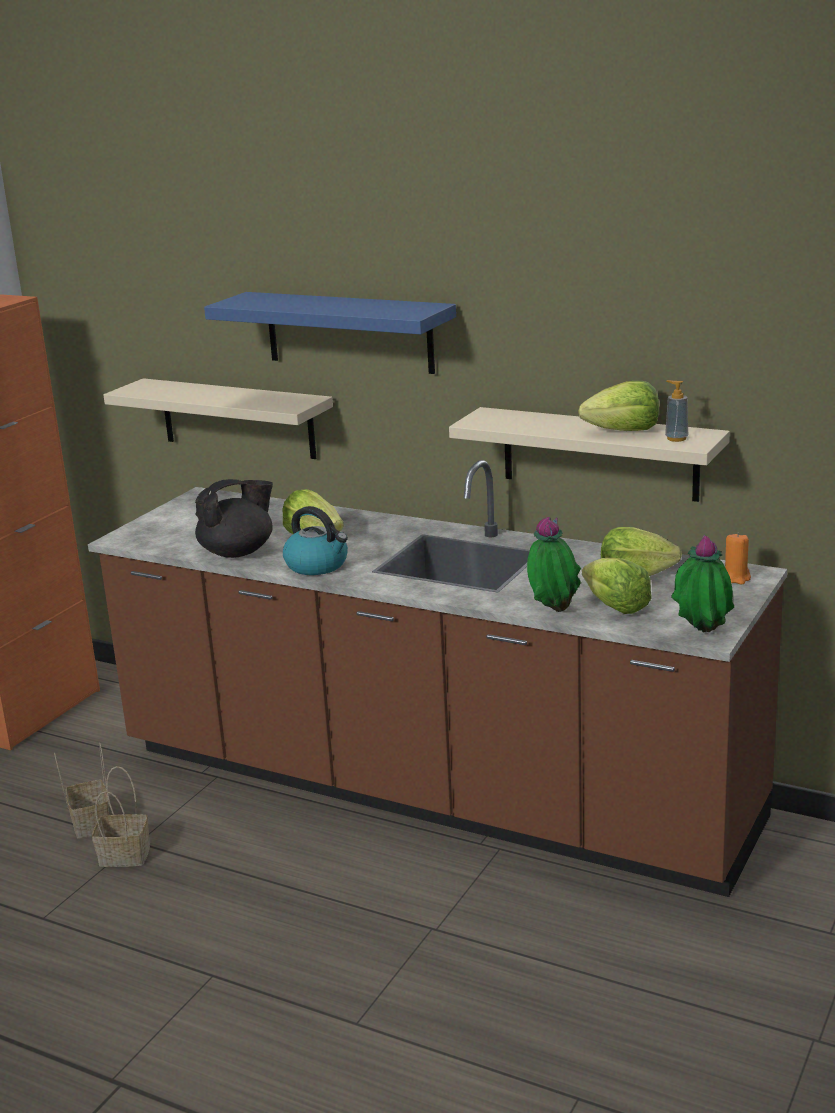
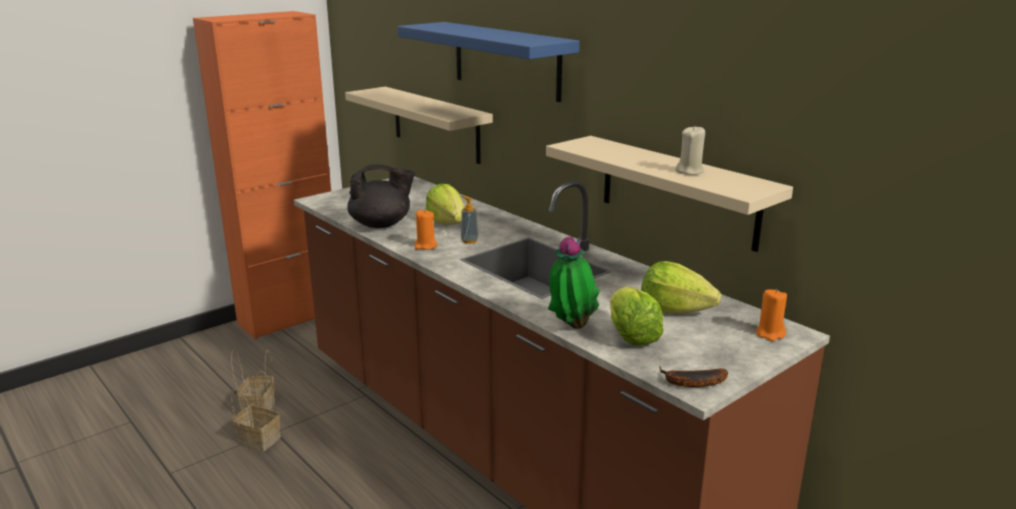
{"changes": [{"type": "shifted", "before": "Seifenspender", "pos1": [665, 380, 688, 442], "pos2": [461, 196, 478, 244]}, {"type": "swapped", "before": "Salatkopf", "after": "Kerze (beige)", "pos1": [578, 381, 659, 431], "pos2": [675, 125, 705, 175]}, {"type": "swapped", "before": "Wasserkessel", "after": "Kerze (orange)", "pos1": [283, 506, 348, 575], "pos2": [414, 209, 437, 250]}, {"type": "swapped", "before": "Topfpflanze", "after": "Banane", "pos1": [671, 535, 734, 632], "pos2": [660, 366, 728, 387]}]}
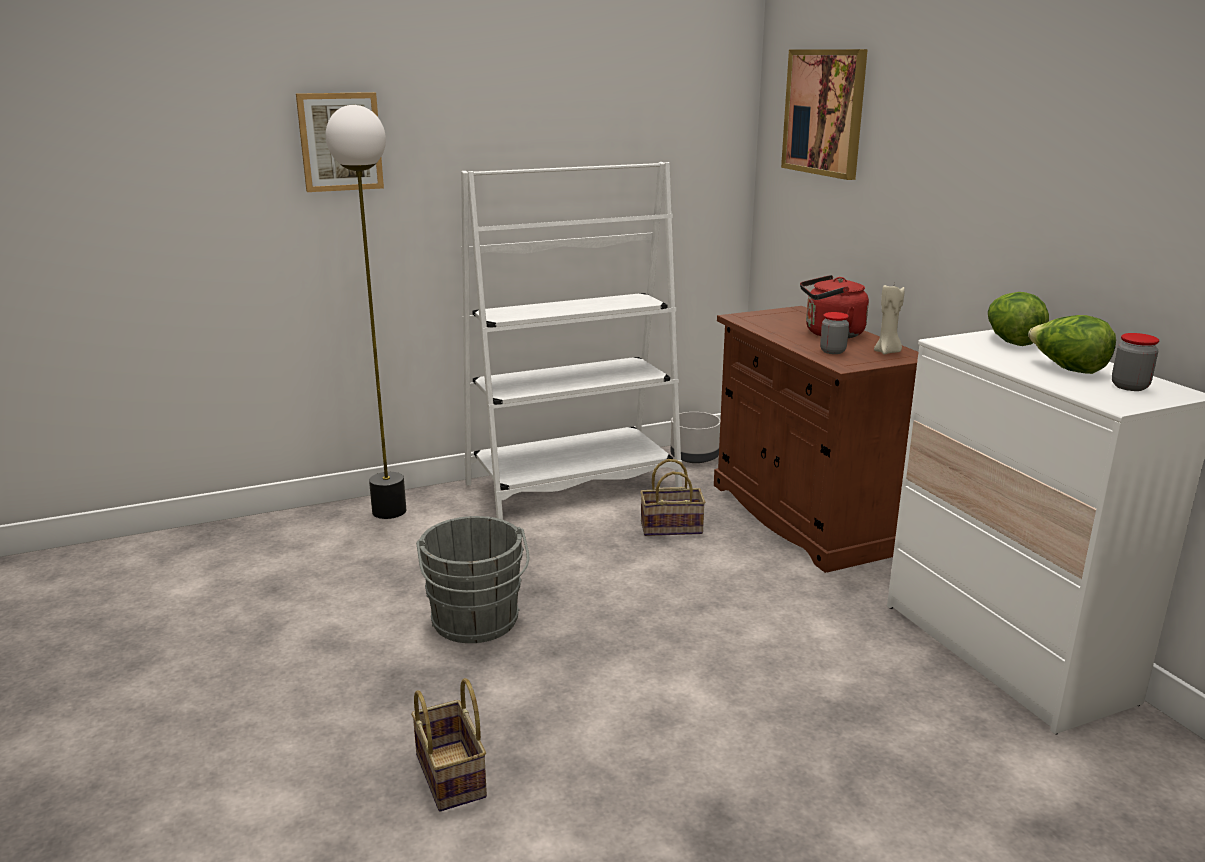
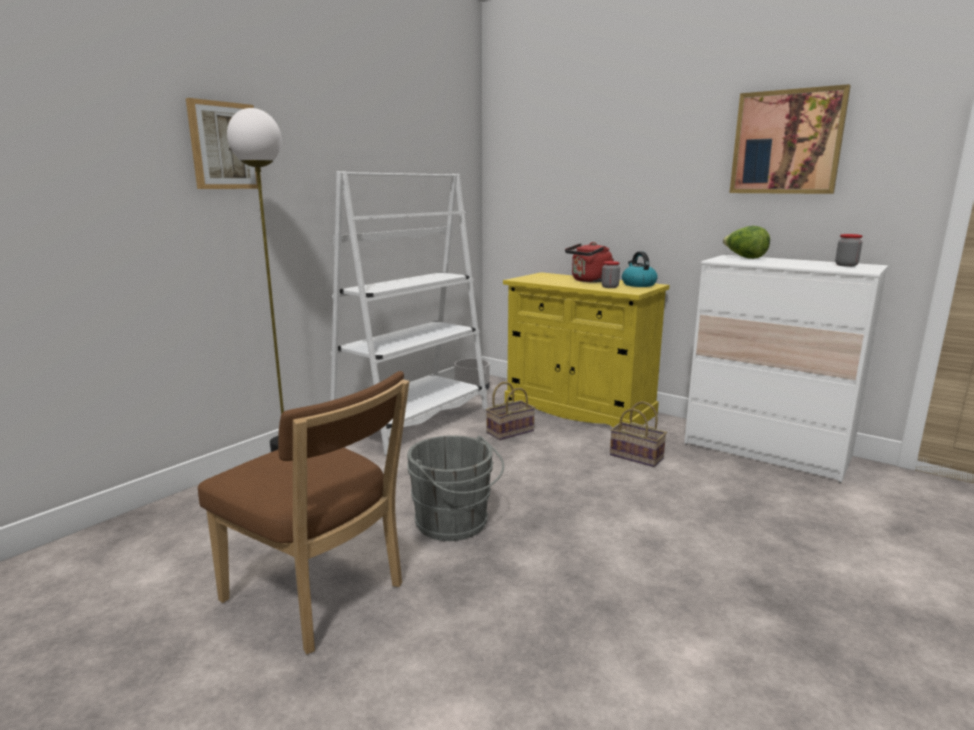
{"changes": [{"type": "shifted", "before": "Bild", "pos1": [781, 49, 868, 180], "pos2": [730, 84, 851, 194]}, {"type": "swapped", "before": "Kerze (beige)", "after": "Wasserkessel", "pos1": [874, 285, 905, 354], "pos2": [622, 251, 658, 287]}, {"type": "repainted", "before": "Schrank (braun)", "after": "Schrank (gelb)", "pos1": [714, 306, 918, 573], "pos2": [503, 272, 669, 427]}, {"type": "gone", "before": "Salatkopf", "pos1": [1028, 315, 1116, 374]}, {"type": "shifted", "before": "Korb", "pos1": [411, 678, 487, 811], "pos2": [610, 401, 667, 467]}, {"type": "new", "after": "Stuhl (braun)", "pos2": [198, 371, 409, 654]}]}
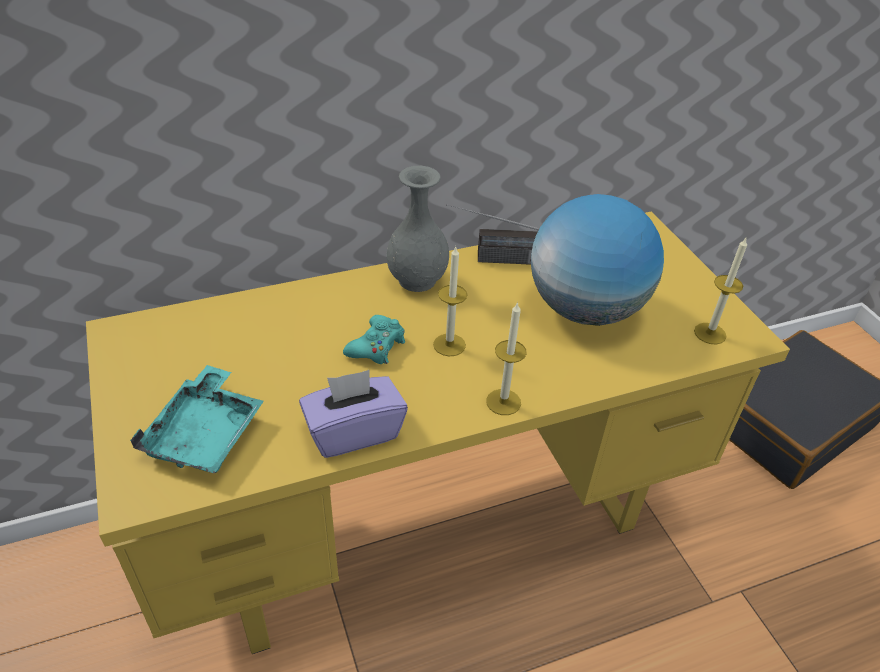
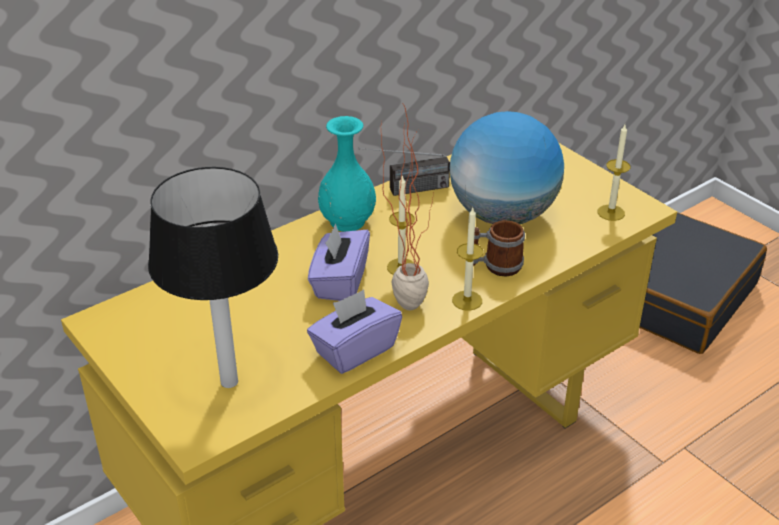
{"changes": [{"type": "repainted", "before": "Vase (grau)", "after": "Vase (türkis)", "pos1": [387, 166, 449, 292], "pos2": [318, 116, 376, 232]}, {"type": "swapped", "before": "Gamepad (türkis)", "after": "Taschentuchbox (lila)", "pos1": [343, 315, 405, 364], "pos2": [308, 223, 370, 301]}, {"type": "swapped", "before": "Tablett (türkis)", "after": "Tischlampe", "pos1": [130, 365, 264, 474], "pos2": [148, 167, 278, 388]}, {"type": "new", "after": "Topfpflanze", "pos2": [381, 103, 434, 310]}, {"type": "new", "after": "Henkelbecher", "pos2": [473, 220, 525, 277]}]}
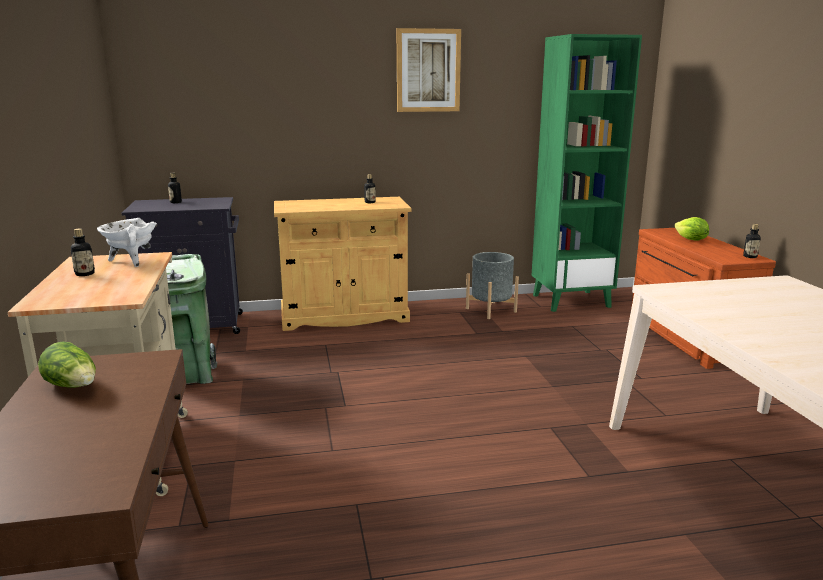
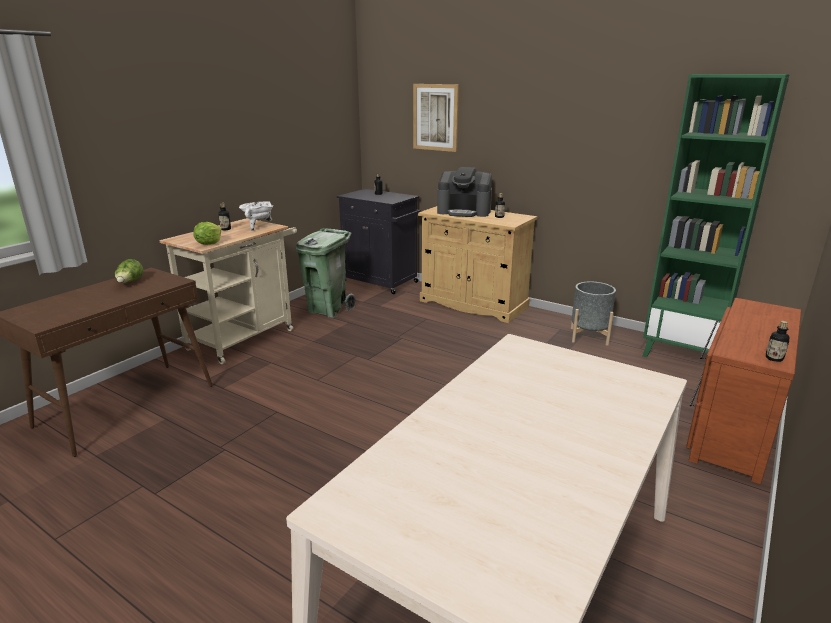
{"changes": [{"type": "shifted", "before": "Bild", "pos1": [397, 28, 461, 112], "pos2": [413, 84, 459, 152]}, {"type": "shifted", "before": "Salatkopf", "pos1": [674, 217, 709, 241], "pos2": [194, 222, 222, 245]}, {"type": "new", "after": "Kaffeemaschine", "pos2": [437, 167, 492, 217]}]}
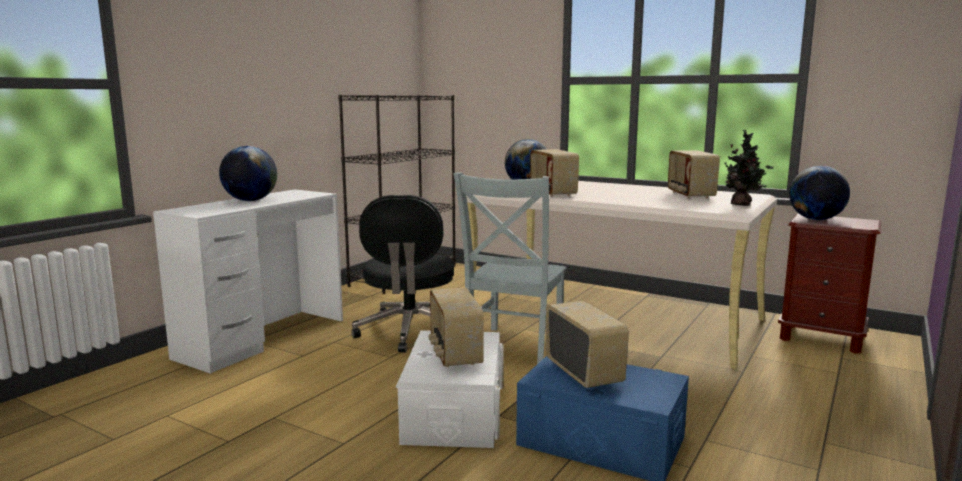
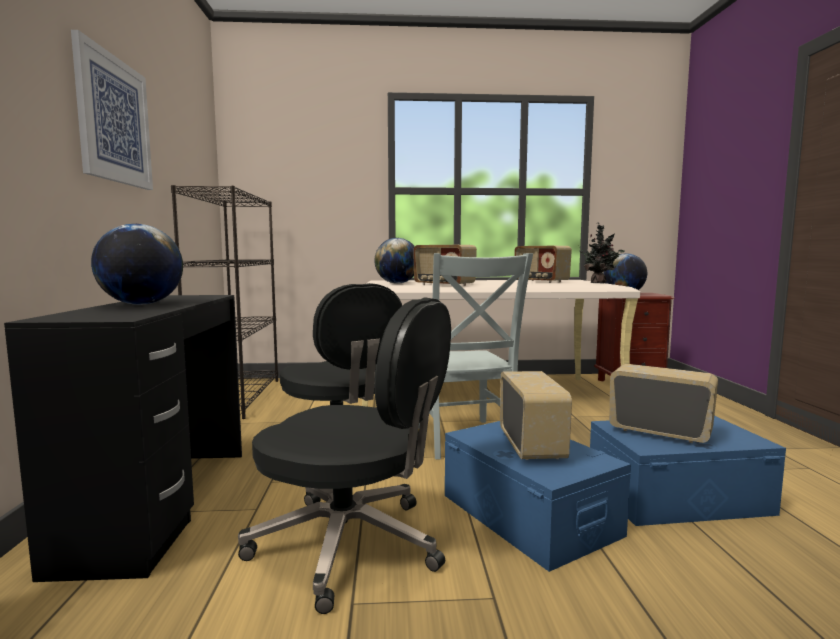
{"changes": [{"type": "repainted", "before": "Schreibtisch (weiß)", "after": "Schreibtisch (schwarz)", "pos1": [153, 189, 343, 374], "pos2": [4, 295, 242, 582]}, {"type": "rotated", "before": "Radio", "pos1": [429, 287, 484, 367], "pos2": [500, 371, 572, 460], "turn": -135}, {"type": "repainted", "before": "Aufbewahrungsbox (weiß)", "after": "Aufbewahrungsbox (blau)", "pos1": [396, 330, 504, 448], "pos2": [445, 421, 631, 572]}, {"type": "new", "after": "Bild", "pos2": [71, 30, 153, 190]}, {"type": "new", "after": "Bürostuhl (schwarz)", "pos2": [238, 297, 451, 614]}]}
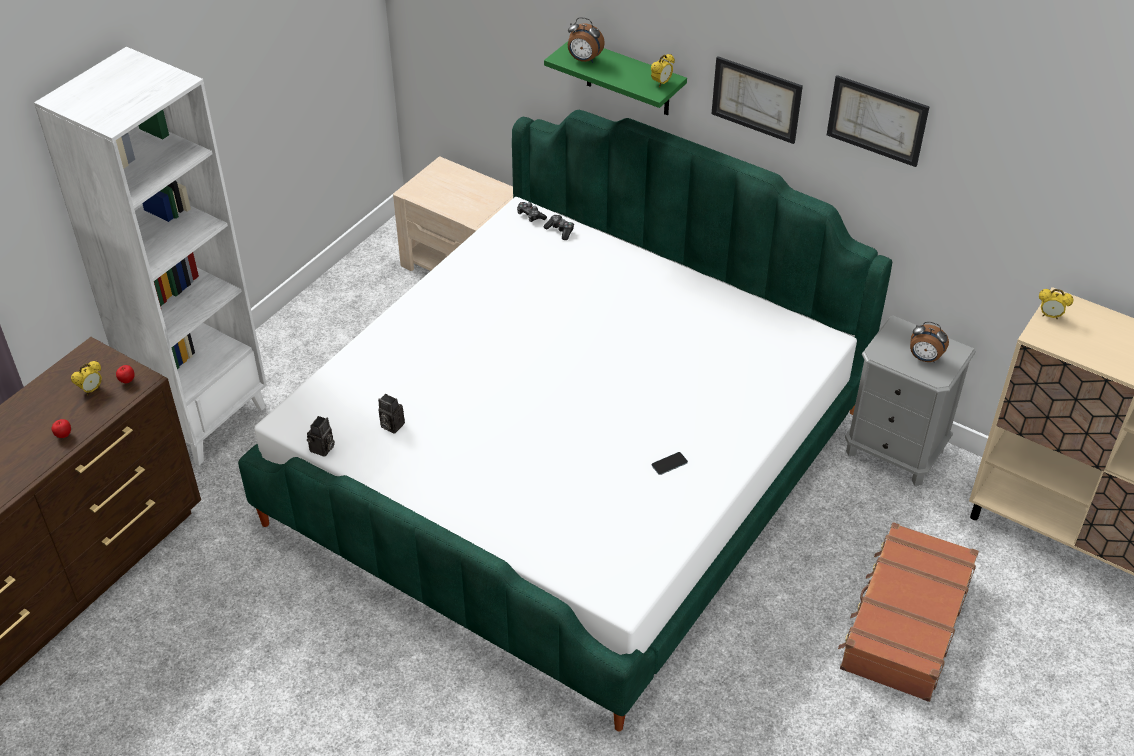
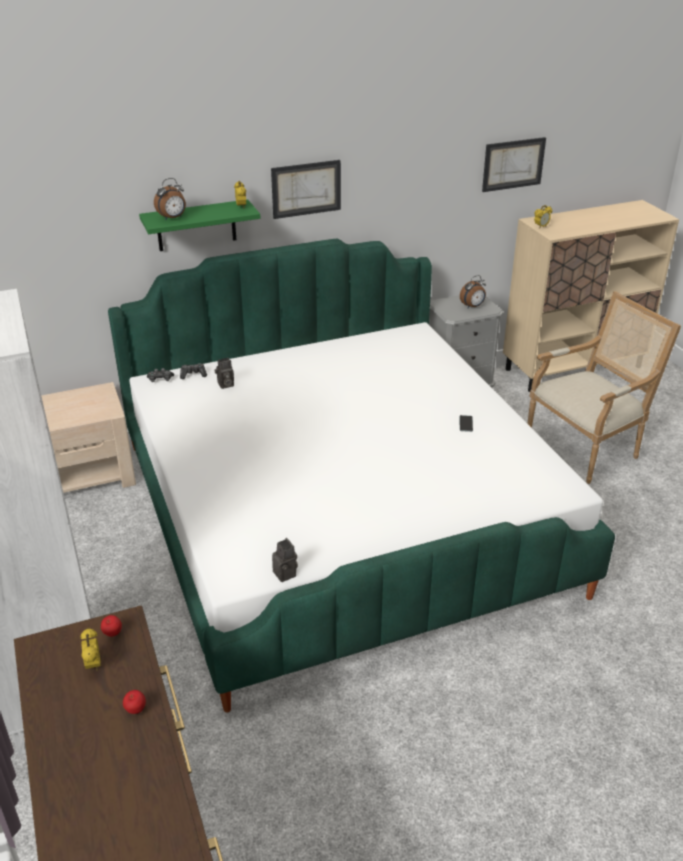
{"changes": [{"type": "shifted", "before": "Bild", "pos1": [827, 75, 930, 167], "pos2": [482, 137, 546, 192]}, {"type": "shifted", "before": "Kamera", "pos1": [378, 394, 405, 434], "pos2": [214, 358, 234, 389]}, {"type": "swapped", "before": "Koffer (braun)", "after": "Sessel", "pos1": [838, 522, 979, 702], "pos2": [527, 291, 681, 484]}]}
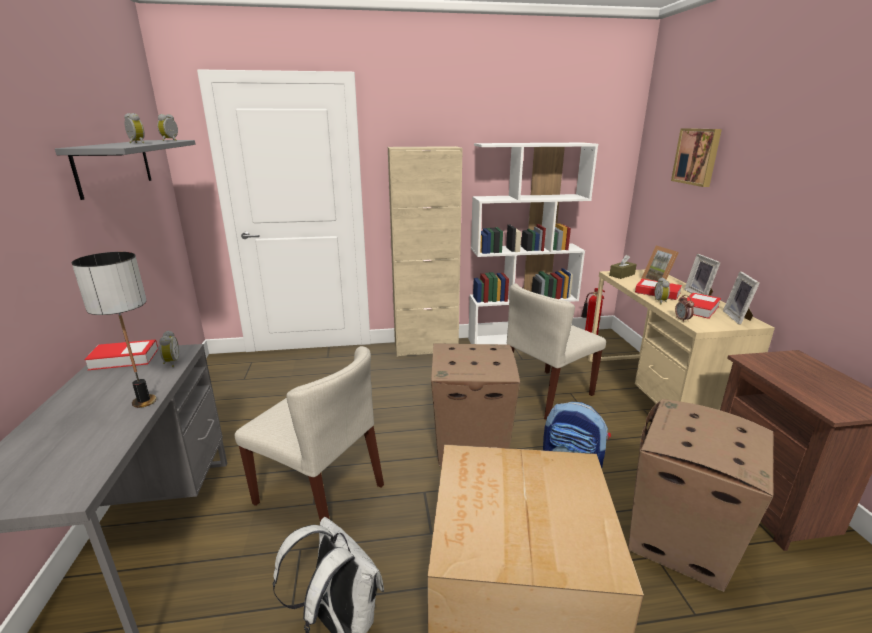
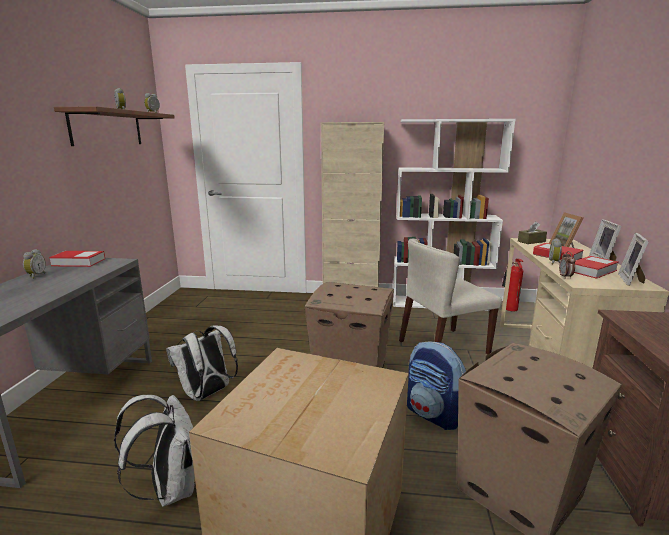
{"changes": [{"type": "gone", "before": "Bild", "pos1": [671, 128, 722, 187]}, {"type": "repainted", "before": "Wandregal (grau)", "after": "Wandregal (braun)", "pos1": [55, 140, 196, 200], "pos2": [54, 106, 175, 146]}, {"type": "gone", "before": "Tischlampe", "pos1": [72, 252, 157, 408]}, {"type": "shifted", "before": "Wecker", "pos1": [159, 330, 179, 367], "pos2": [23, 249, 46, 279]}, {"type": "swapped", "before": "Stuhl (beige)", "after": "Rucksack (weiß)", "pos1": [235, 346, 384, 521], "pos2": [166, 325, 238, 401]}]}
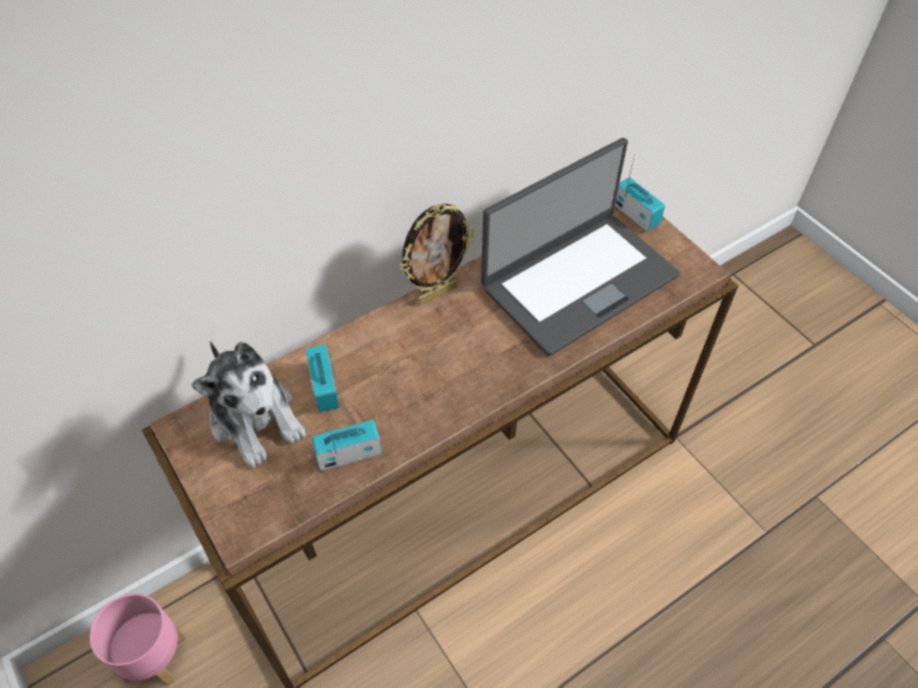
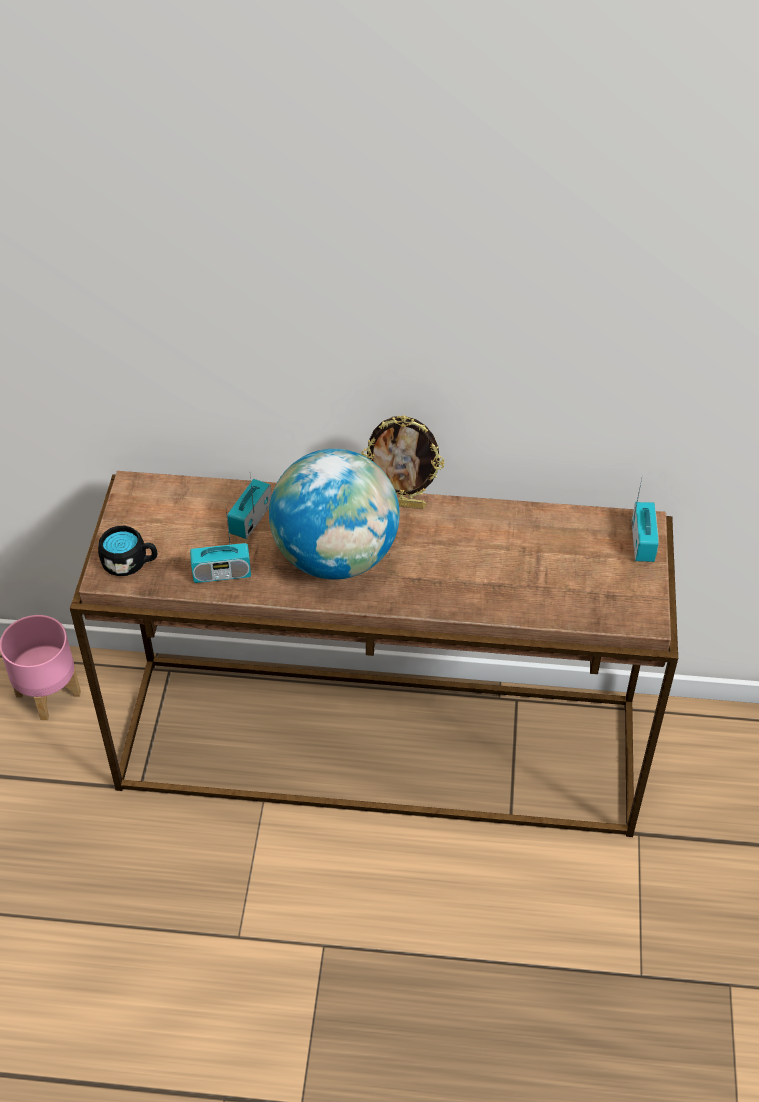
{"changes": [{"type": "gone", "before": "Laptop", "pos1": [481, 138, 680, 356]}, {"type": "gone", "before": "Plüschtier", "pos1": [191, 341, 306, 468]}, {"type": "rotated", "before": "Radio", "pos1": [311, 420, 382, 471], "pos2": [190, 505, 251, 583], "turn": 150}, {"type": "new", "after": "Globus", "pos2": [269, 449, 400, 580]}, {"type": "new", "after": "Henkelbecher (schwarz)", "pos2": [98, 526, 157, 576]}]}
